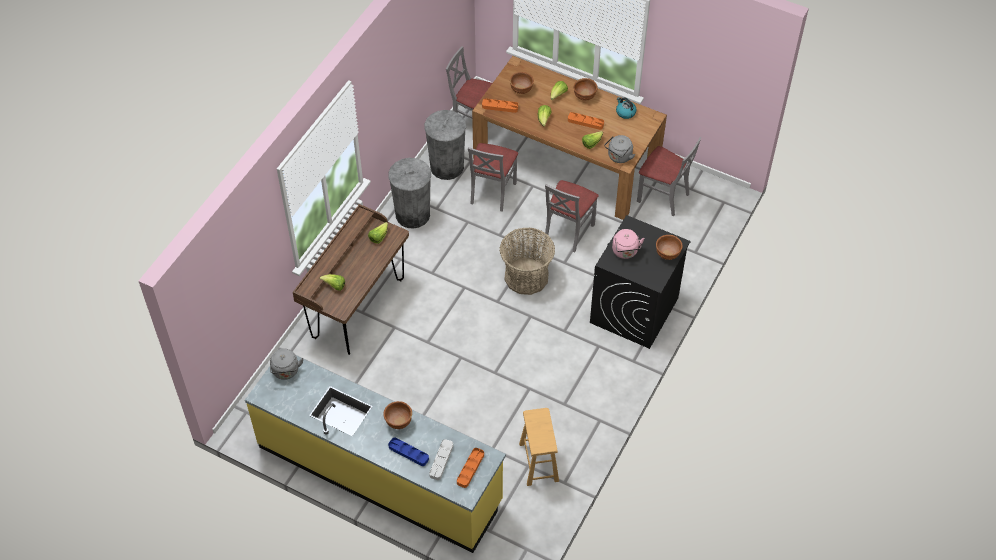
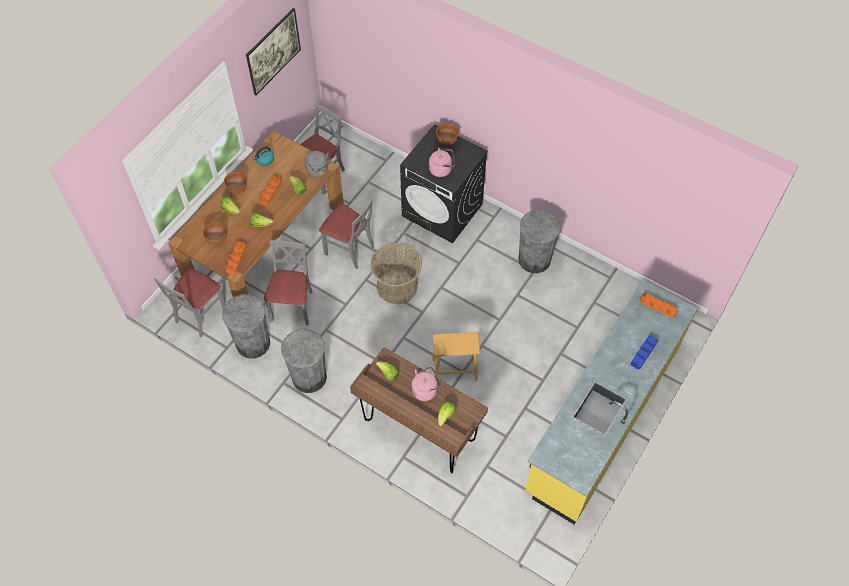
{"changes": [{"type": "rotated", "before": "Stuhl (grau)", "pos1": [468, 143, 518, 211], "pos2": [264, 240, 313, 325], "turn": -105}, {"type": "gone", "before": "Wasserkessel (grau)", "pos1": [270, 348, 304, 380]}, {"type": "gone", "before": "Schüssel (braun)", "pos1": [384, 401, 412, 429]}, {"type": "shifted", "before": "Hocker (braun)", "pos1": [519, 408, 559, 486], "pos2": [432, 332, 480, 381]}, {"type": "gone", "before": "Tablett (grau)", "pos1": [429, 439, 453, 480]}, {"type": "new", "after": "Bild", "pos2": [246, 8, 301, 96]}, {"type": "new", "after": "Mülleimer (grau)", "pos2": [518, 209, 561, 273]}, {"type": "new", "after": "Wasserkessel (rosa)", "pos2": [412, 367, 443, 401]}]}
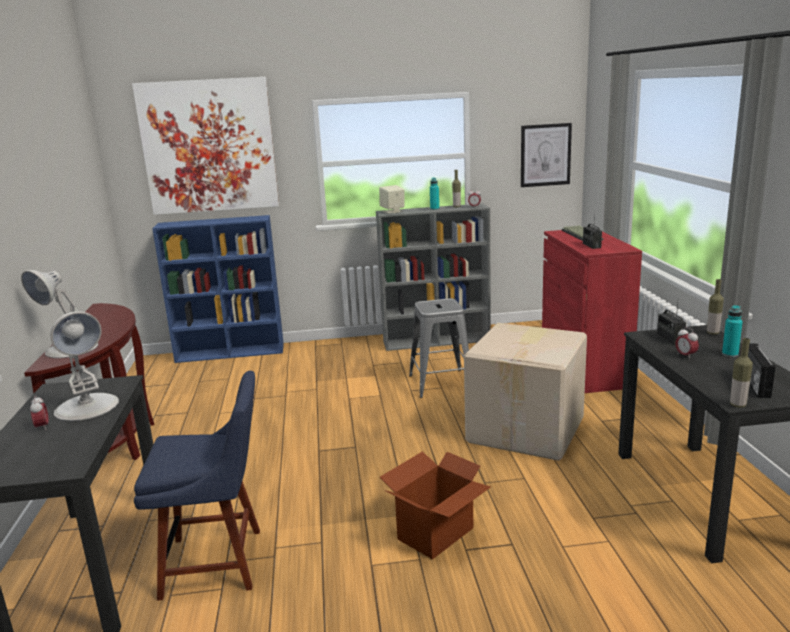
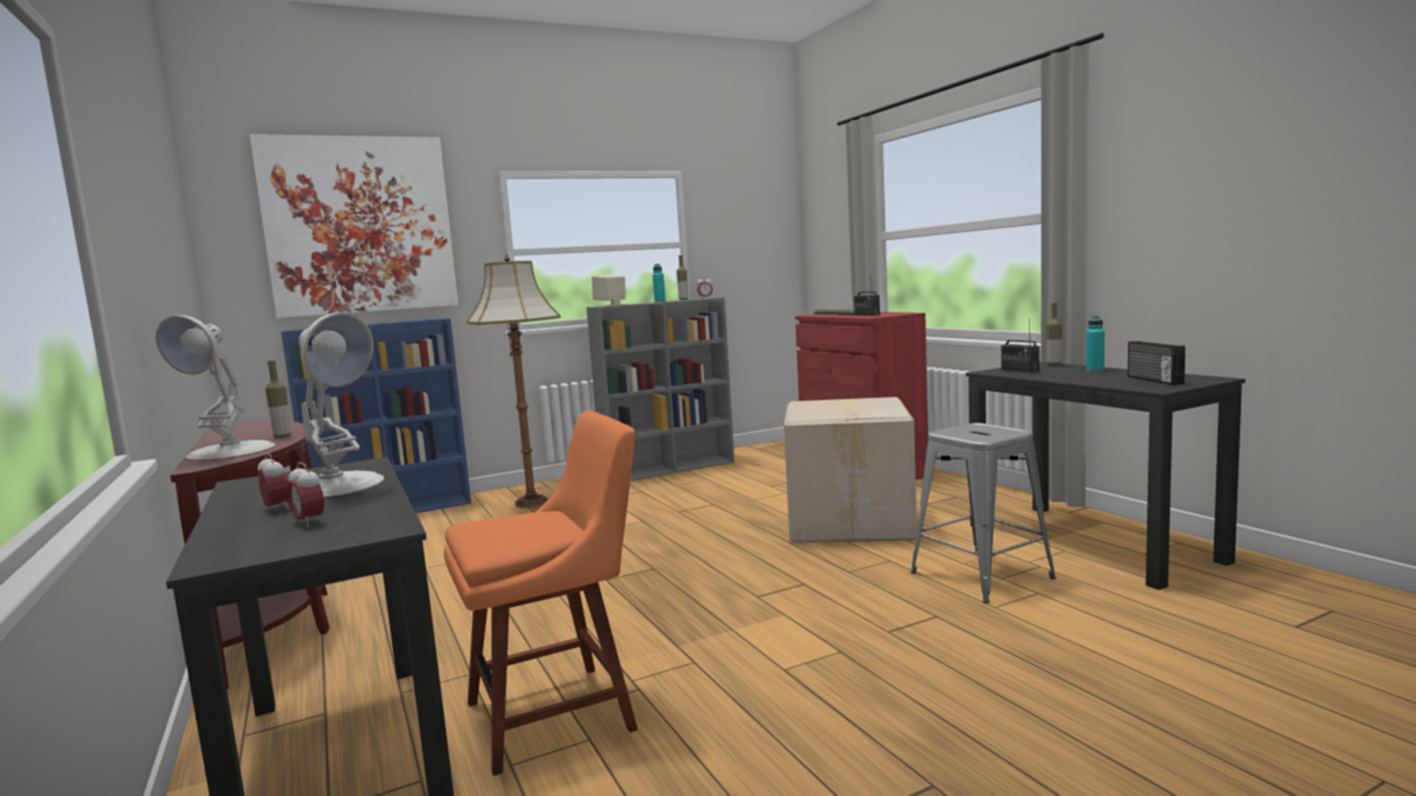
{"changes": [{"type": "gone", "before": "Bild", "pos1": [521, 123, 572, 187]}, {"type": "shifted", "before": "Hocker (grau)", "pos1": [409, 298, 469, 398], "pos2": [911, 423, 1056, 604]}, {"type": "shifted", "before": "Wecker", "pos1": [676, 327, 699, 359], "pos2": [287, 462, 324, 527]}, {"type": "shifted", "before": "Flasche", "pos1": [730, 338, 753, 408], "pos2": [265, 361, 291, 438]}, {"type": "repainted", "before": "Stuhl (blau)", "after": "Stuhl (orange)", "pos1": [134, 371, 260, 601], "pos2": [444, 411, 638, 776]}, {"type": "gone", "before": "Karton", "pos1": [380, 451, 491, 559]}, {"type": "new", "after": "Stehlampe", "pos2": [467, 254, 561, 508]}]}
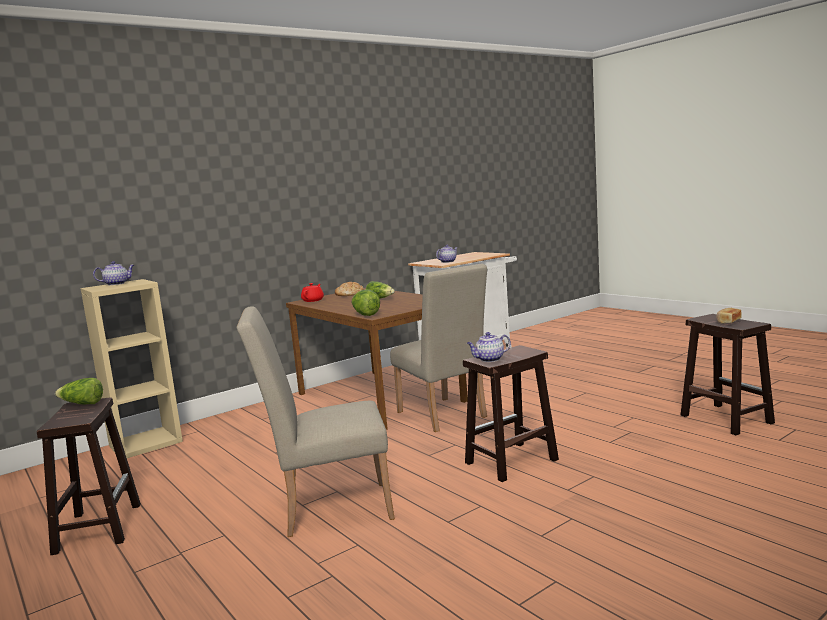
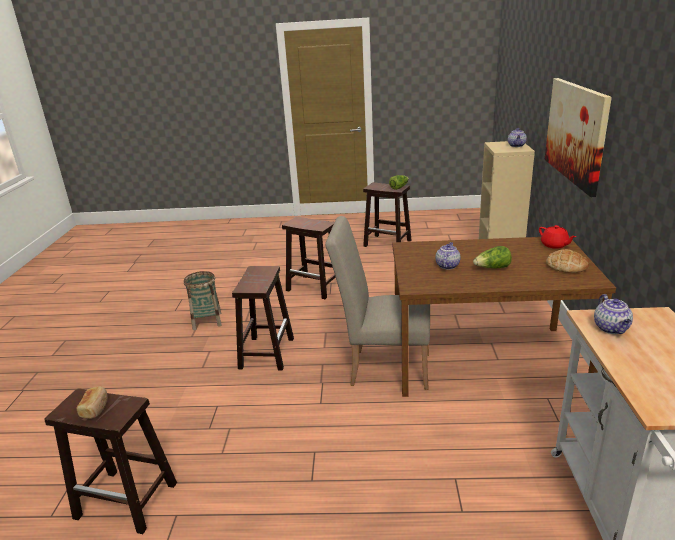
{"changes": [{"type": "gone", "before": "Salatkopf", "pos1": [352, 289, 380, 316]}, {"type": "swapped", "before": "Stuhl (beige)", "after": "Hocker (braun)", "pos1": [236, 306, 395, 537], "pos2": [282, 216, 335, 299]}, {"type": "shifted", "before": "Teekanne", "pos1": [467, 332, 511, 362], "pos2": [435, 242, 461, 269]}, {"type": "new", "after": "Bild", "pos2": [544, 78, 612, 197]}, {"type": "new", "after": "Korb", "pos2": [184, 271, 222, 330]}]}
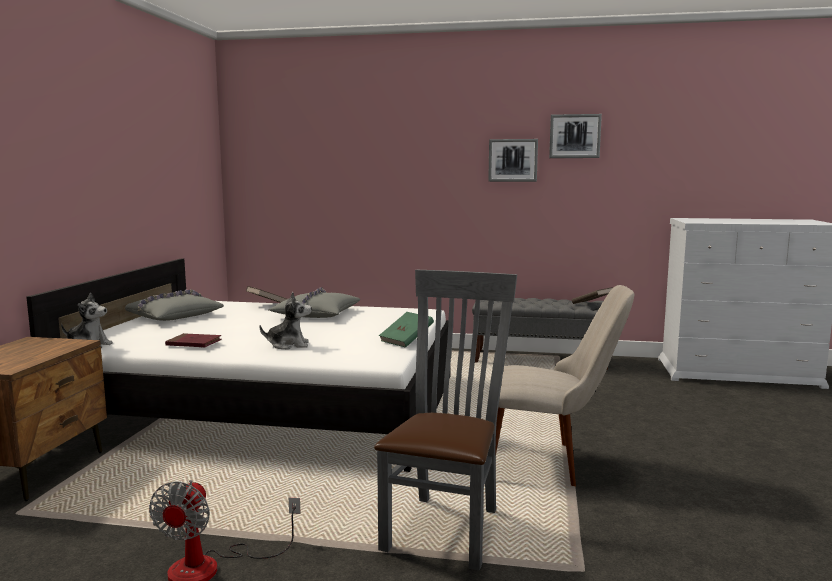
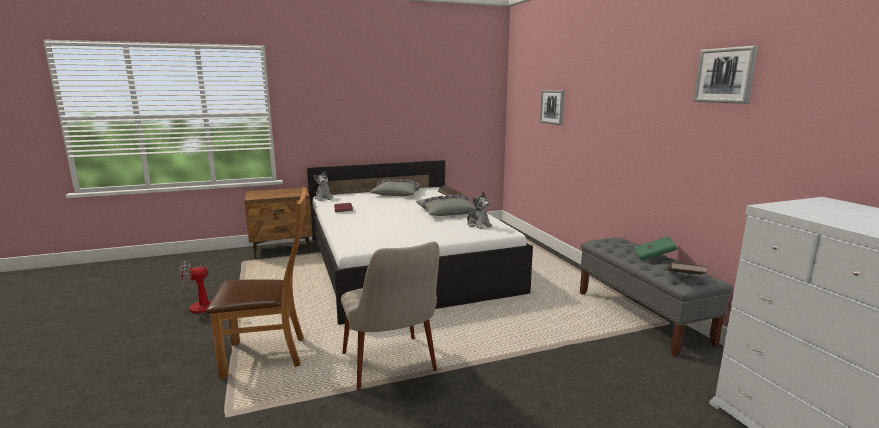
{"changes": [{"type": "shifted", "before": "Bild", "pos1": [488, 139, 538, 182], "pos2": [540, 90, 565, 125]}, {"type": "repainted", "before": "Stuhl (grau)", "after": "Stuhl (braun)", "pos1": [374, 270, 517, 571], "pos2": [206, 187, 306, 379]}, {"type": "shifted", "before": "Plüschtier", "pos1": [260, 292, 312, 350], "pos2": [467, 192, 492, 229]}, {"type": "shifted", "before": "Buch (grün)", "pos1": [379, 312, 434, 348], "pos2": [635, 236, 677, 261]}]}
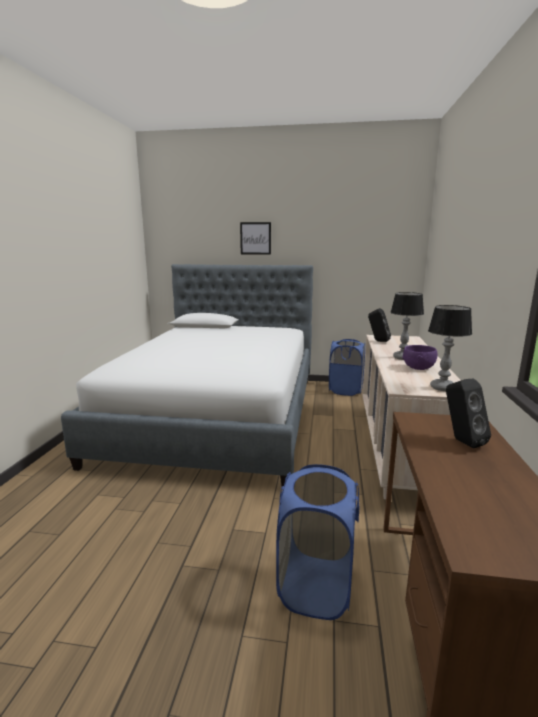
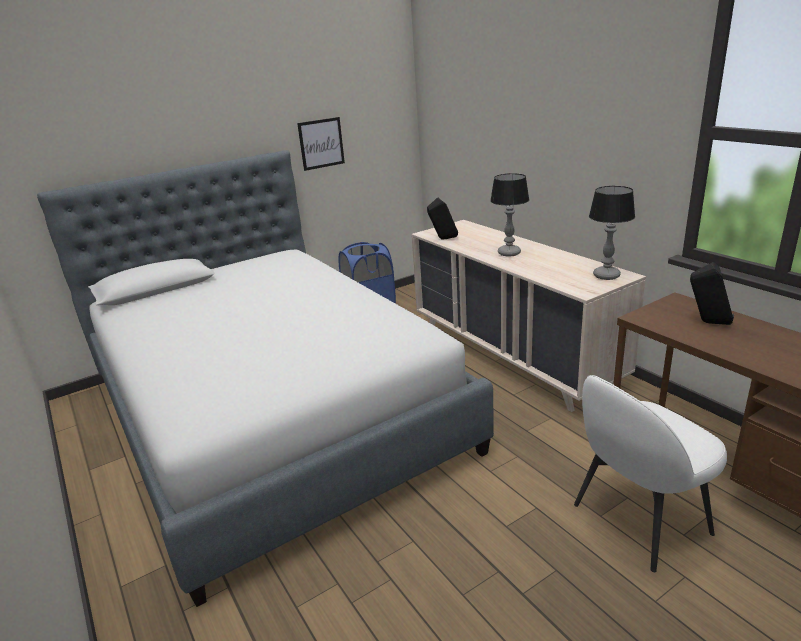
{"changes": [{"type": "shifted", "before": "Bild", "pos1": [240, 222, 271, 255], "pos2": [297, 117, 345, 171]}, {"type": "gone", "before": "Schüssel (lila)", "pos1": [402, 345, 438, 370]}, {"type": "swapped", "before": "Wäschekorb (blau)", "after": "Stuhl (weiß)", "pos1": [276, 464, 359, 620], "pos2": [574, 375, 727, 572]}]}
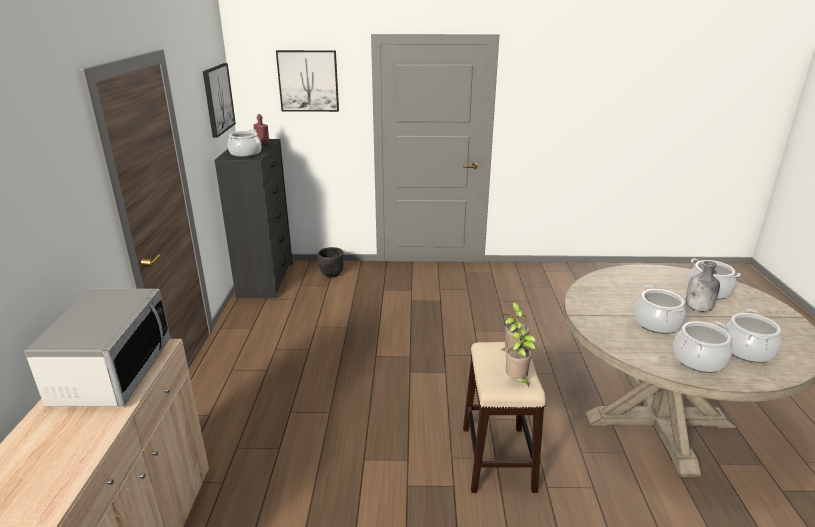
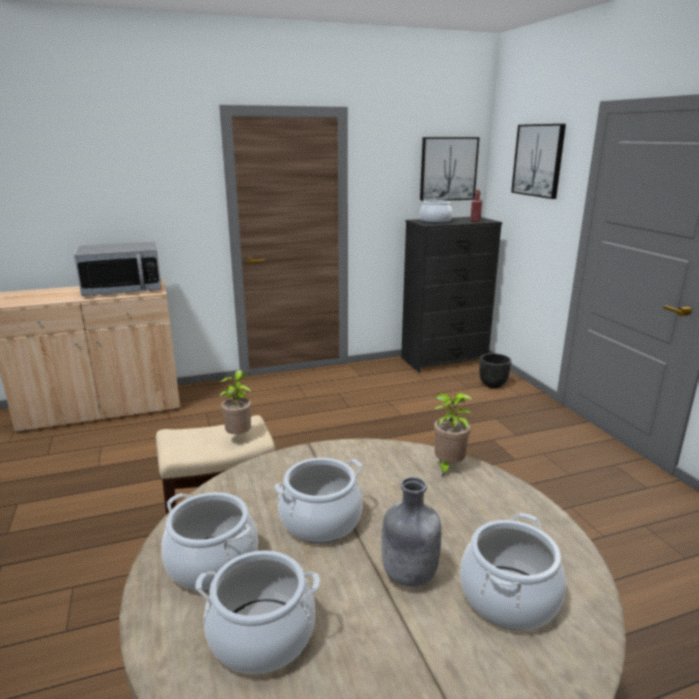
{"changes": [{"type": "shifted", "before": "Topfpflanze", "pos1": [506, 328, 536, 386], "pos2": [434, 393, 472, 476]}]}
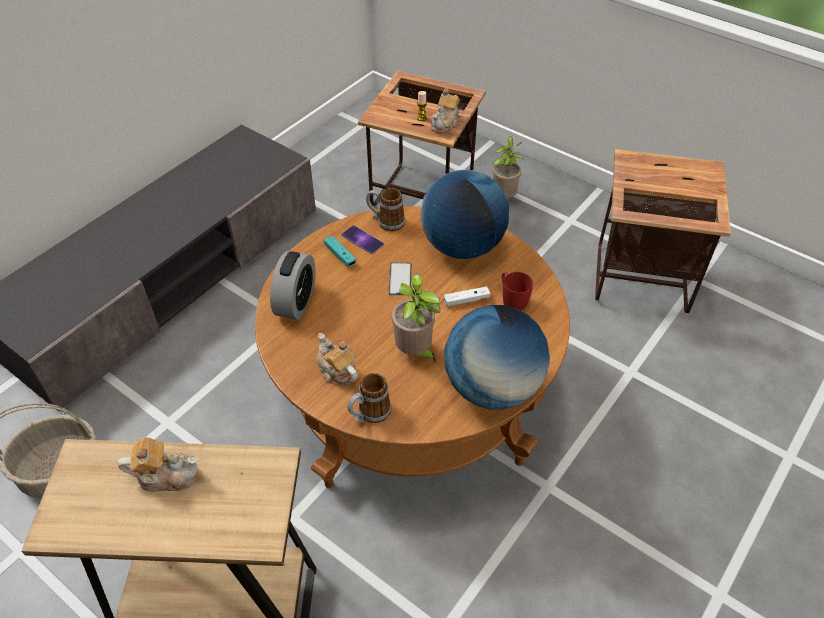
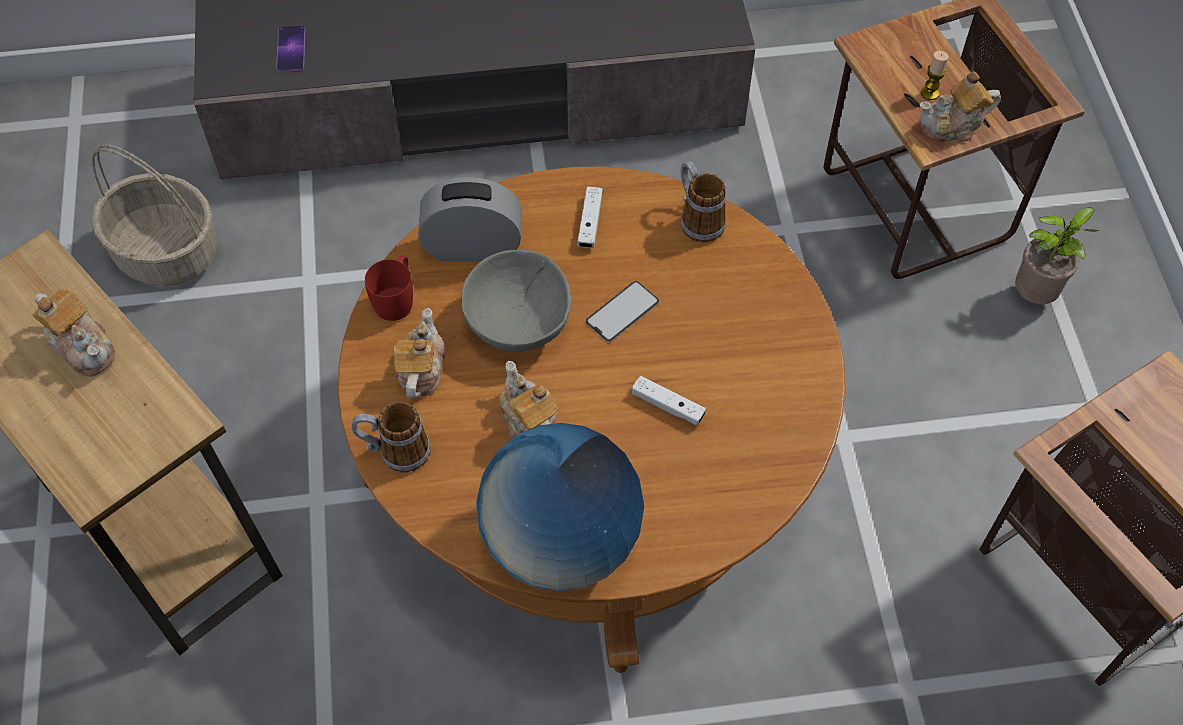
{"changes": [{"type": "gone", "before": "Globus", "pos1": [420, 170, 509, 259]}, {"type": "shifted", "before": "Handy", "pos1": [341, 225, 384, 254], "pos2": [276, 25, 305, 72]}, {"type": "repainted", "before": "Gamepad (türkis)", "after": "Gamepad (weiß)", "pos1": [324, 236, 356, 267], "pos2": [577, 187, 603, 248]}, {"type": "rotated", "before": "Wecker", "pos1": [270, 251, 316, 320], "pos2": [418, 177, 522, 262], "turn": -150}, {"type": "shifted", "before": "Henkelbecher (rot)", "pos1": [502, 272, 533, 311], "pos2": [365, 256, 413, 321]}, {"type": "swapped", "before": "Topfpflanze", "after": "Teekanne", "pos1": [392, 274, 440, 363], "pos2": [499, 361, 558, 439]}, {"type": "new", "after": "Schüssel (grau)", "pos2": [461, 250, 571, 351]}]}
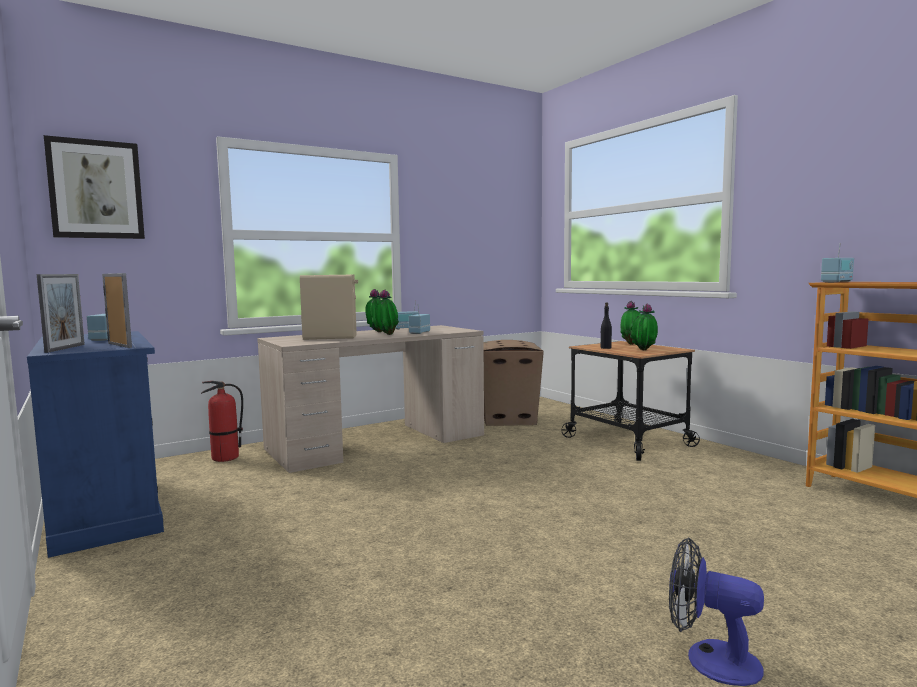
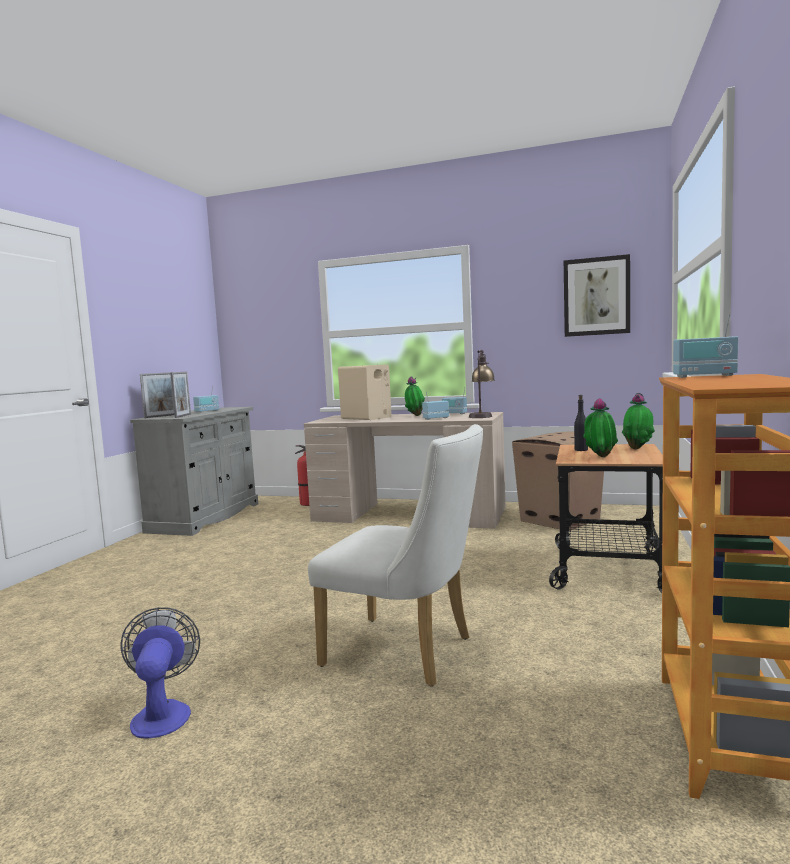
{"changes": [{"type": "shifted", "before": "Bild", "pos1": [44, 135, 145, 239], "pos2": [564, 254, 630, 337]}, {"type": "gone", "before": "Topfpflanze", "pos1": [375, 289, 399, 335]}, {"type": "repainted", "before": "Schrank (blau)", "after": "Schrank (grau)", "pos1": [27, 331, 164, 558], "pos2": [130, 407, 258, 536]}, {"type": "new", "after": "Tischlampe", "pos2": [469, 350, 495, 418]}, {"type": "new", "after": "Stuhl (weiß)", "pos2": [308, 424, 483, 687]}]}
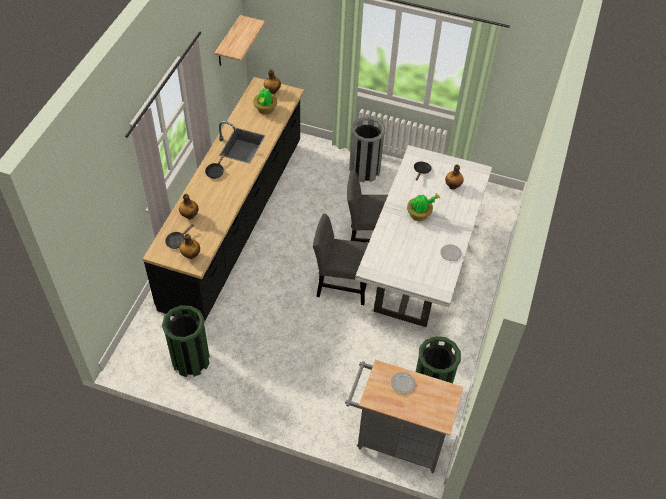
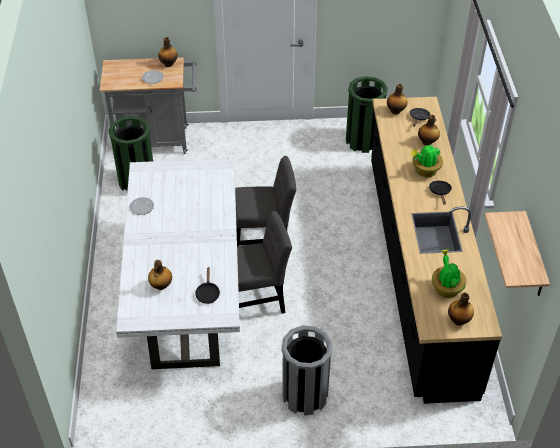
{"changes": [{"type": "shifted", "before": "Topfpflanze", "pos1": [407, 194, 440, 221], "pos2": [411, 145, 443, 177]}, {"type": "new", "after": "Flasche", "pos2": [158, 37, 178, 67]}]}
